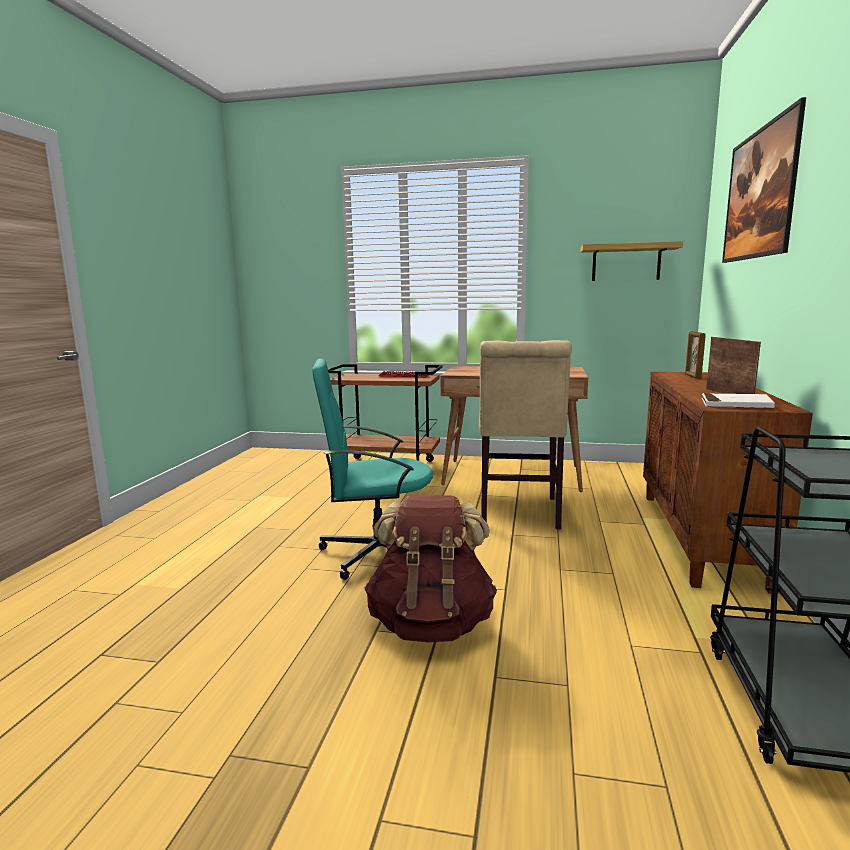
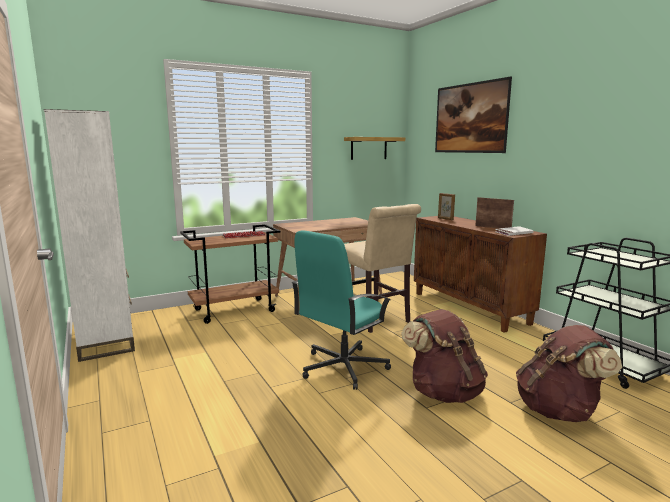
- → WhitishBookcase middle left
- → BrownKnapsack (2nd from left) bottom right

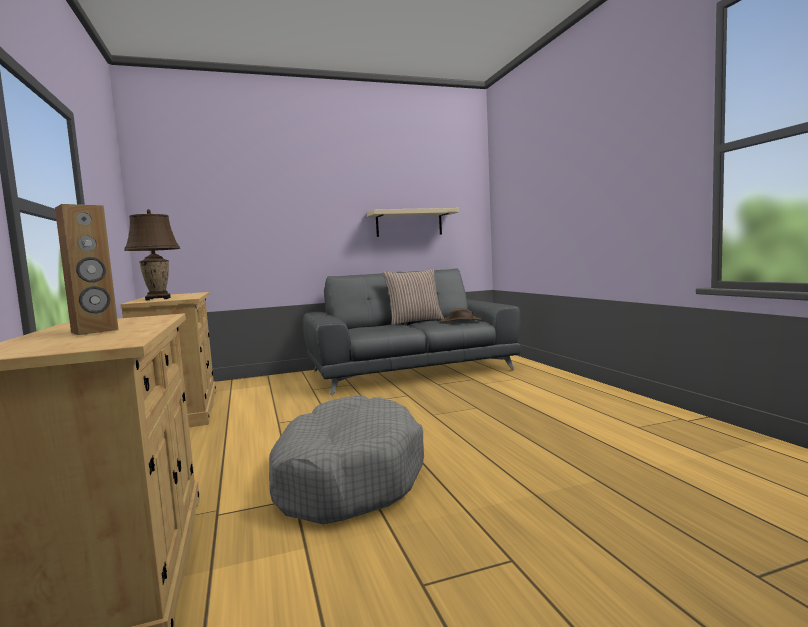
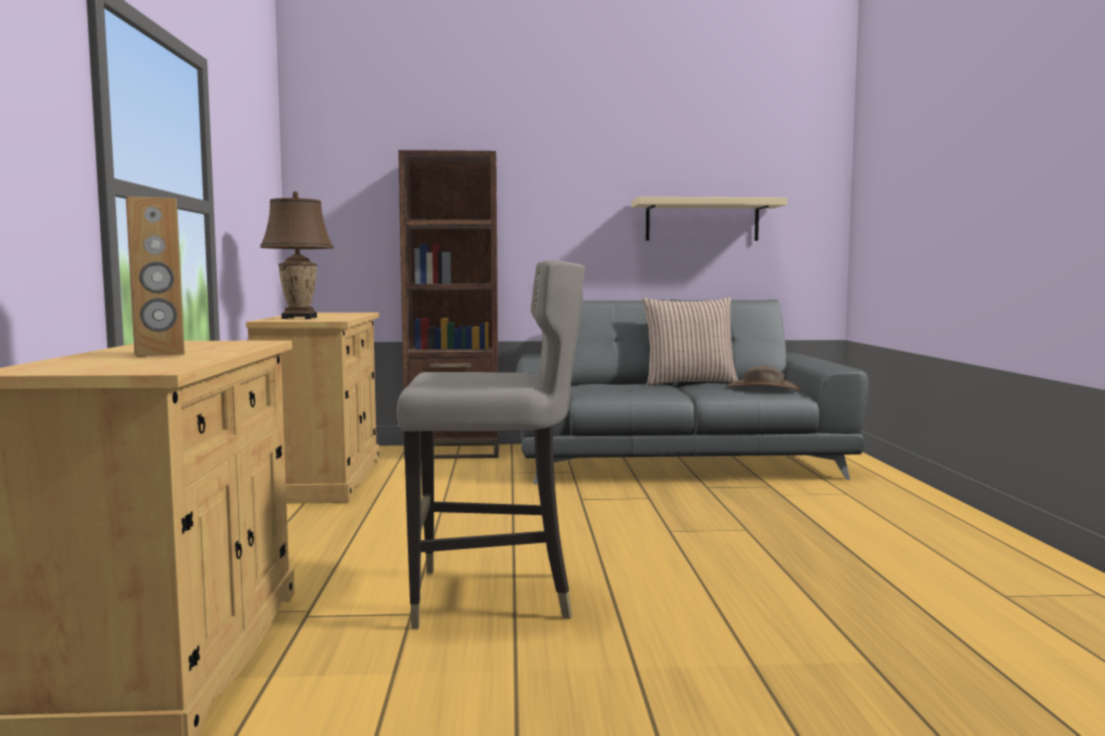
GrayDogBed bottom centre → GrayStool centre
- → BrownBookcase centre

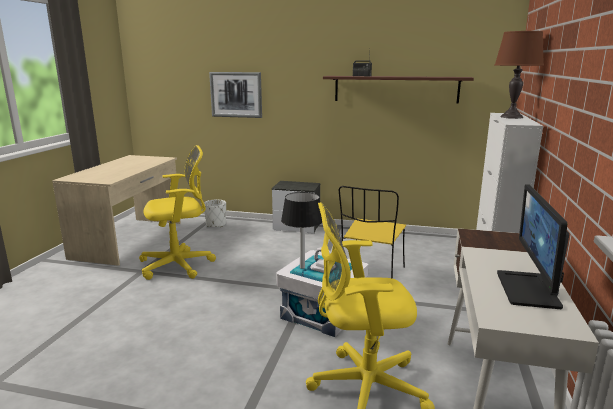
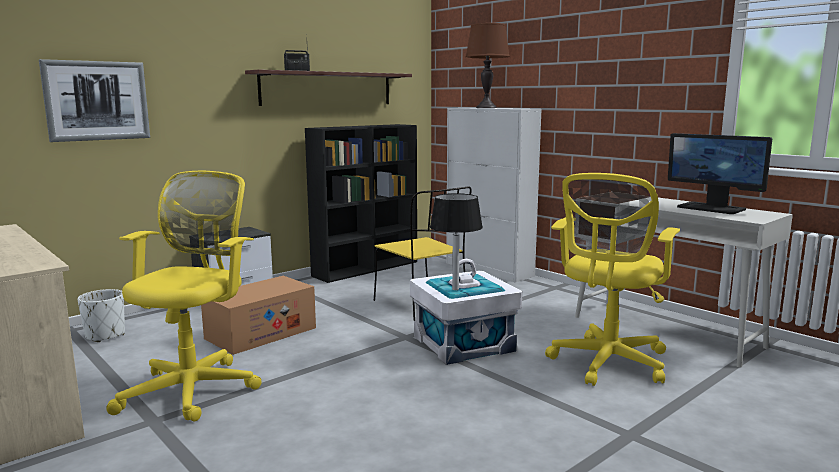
- → PackingBox bottom left
- → BlackishBookcase centre

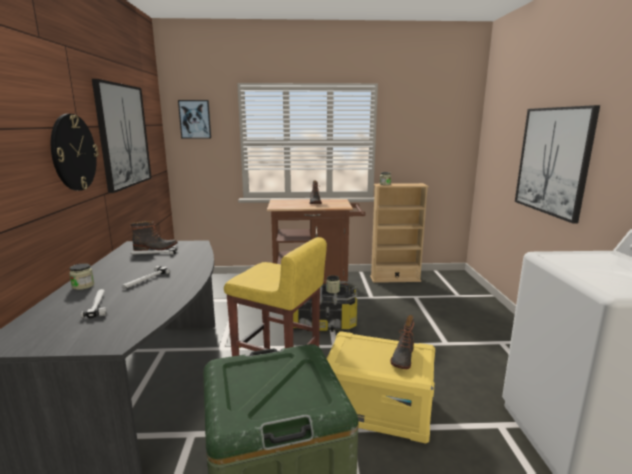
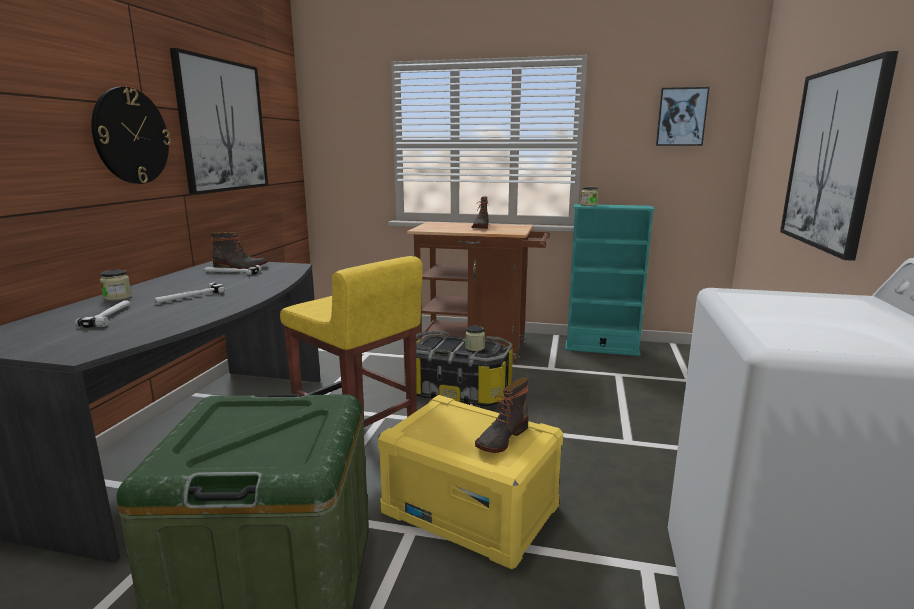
Picture (2nd from left) top left → Picture (2nd from left) top right, move
BeigeBookcase centre → BlueGreenBookcase middle right

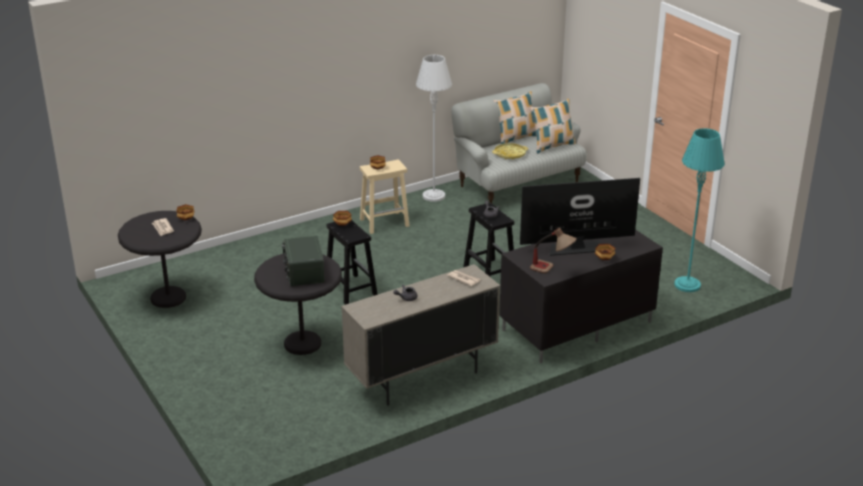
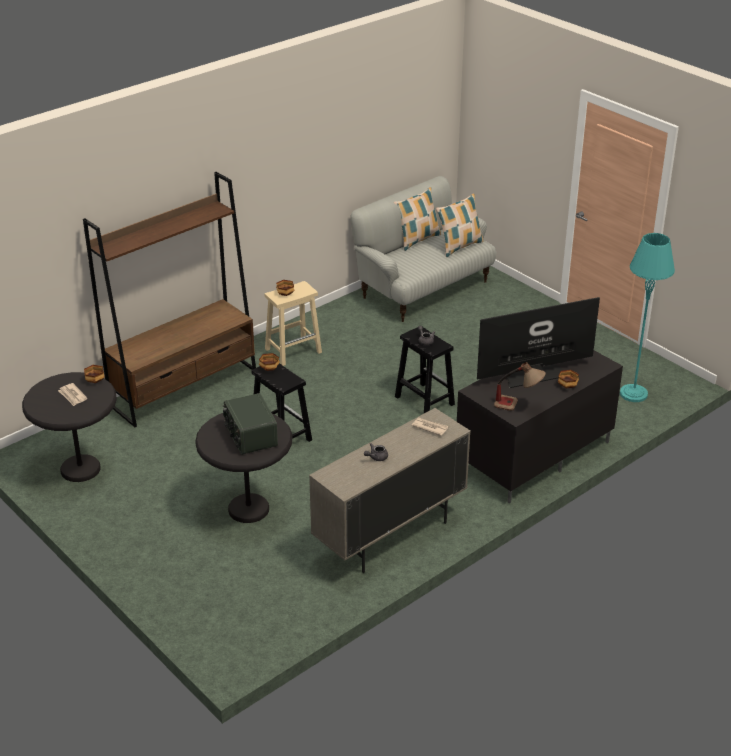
GrayStandardLamp top centre → -
YellowTray top centre → -
- → BrownBookcase middle left

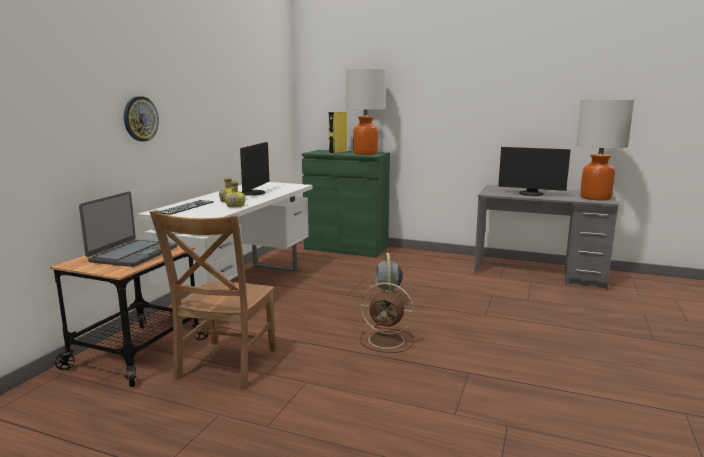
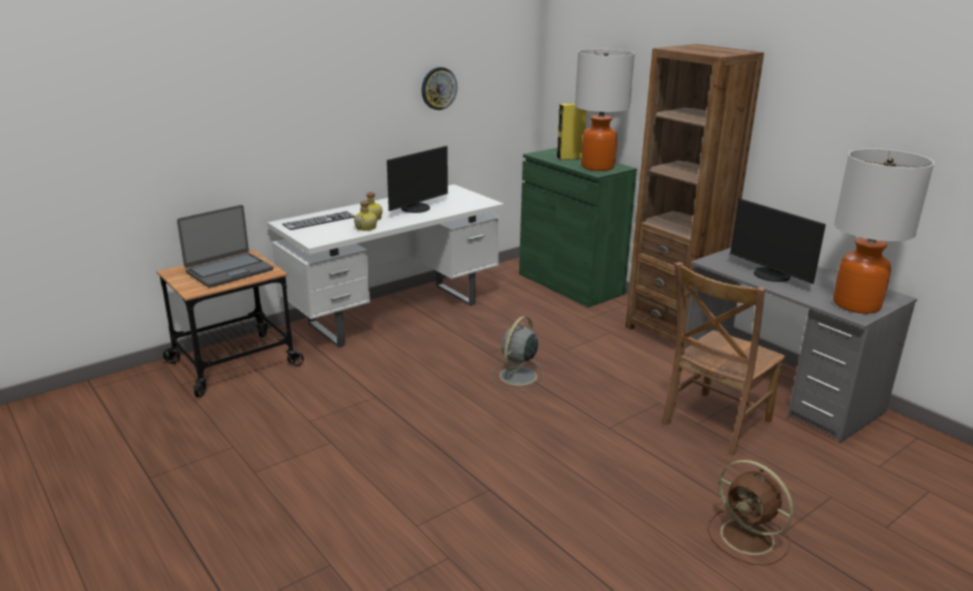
ClockOnTheWall top left → ClockOnTheWall top centre, move
BrownChair middle left → BrownChair middle right, move
BrownCoolingFan bottom centre → BrownCoolingFan bottom right, move
- → BrownBookcase top right

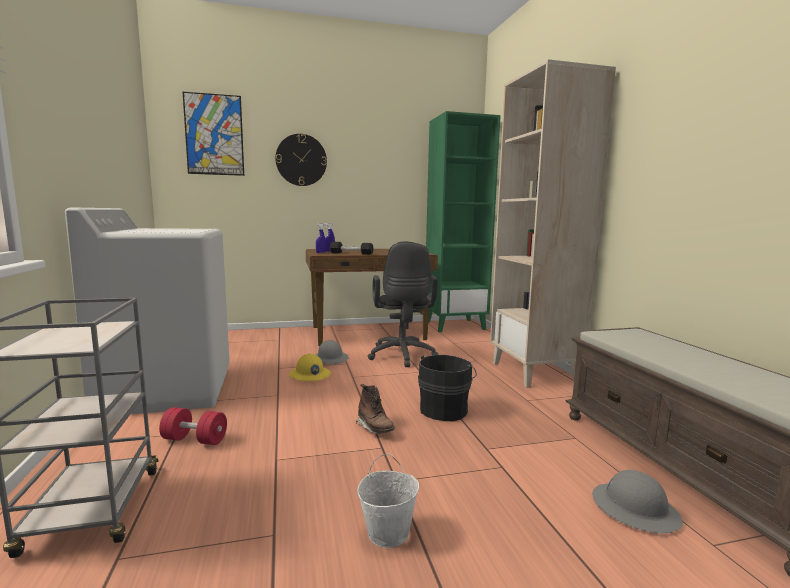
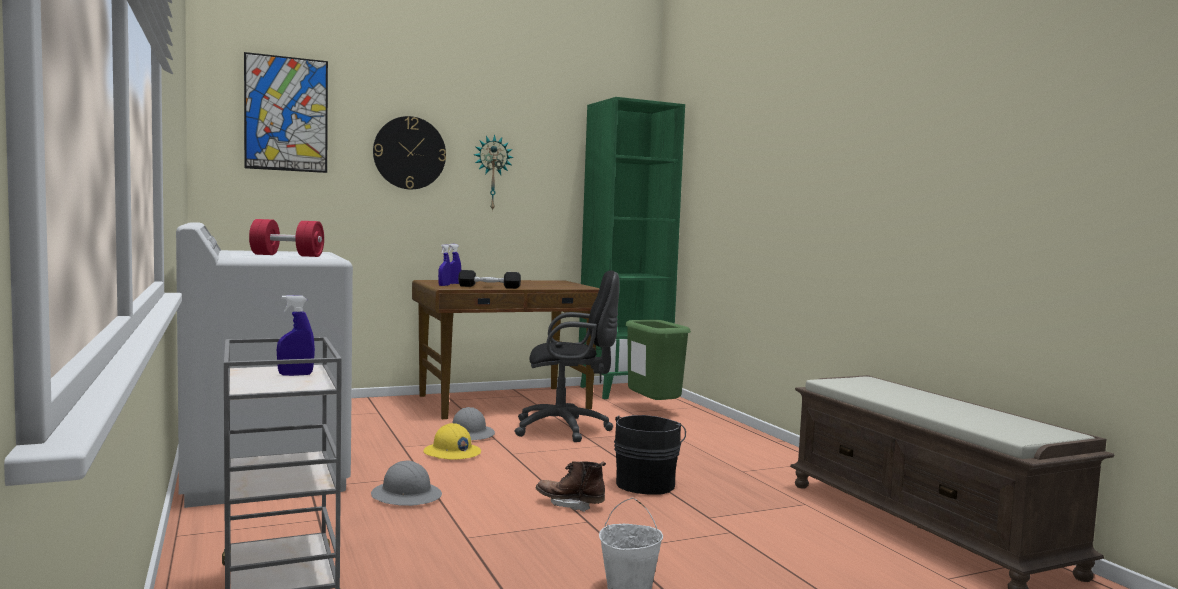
ReddishHandWeight bottom left → ReddishHandWeight middle left, move
BrownBoot bottom centre, 150 degrees clockwise
BlackishOfficeChair centre, 75 degrees counterclockwise
BeigeBookcase middle right → -
GraySafetyHelmet (2nd from left in the first image) bottom right → GraySafetyHelmet (1st from left) bottom centre, move
- → BlueSprayBottle (1st from left) middle left
- → ClockOnTheWall (2nd from left) top centre
- → GreenishWasteBin centre

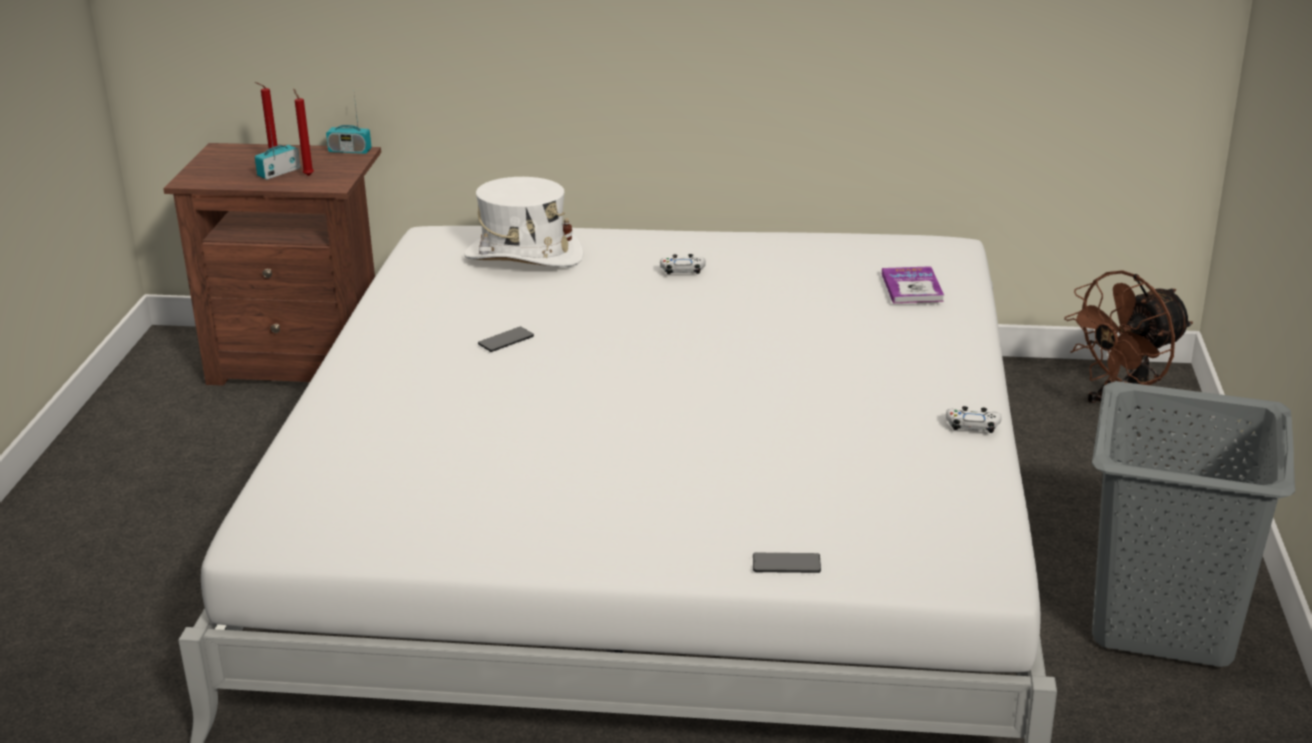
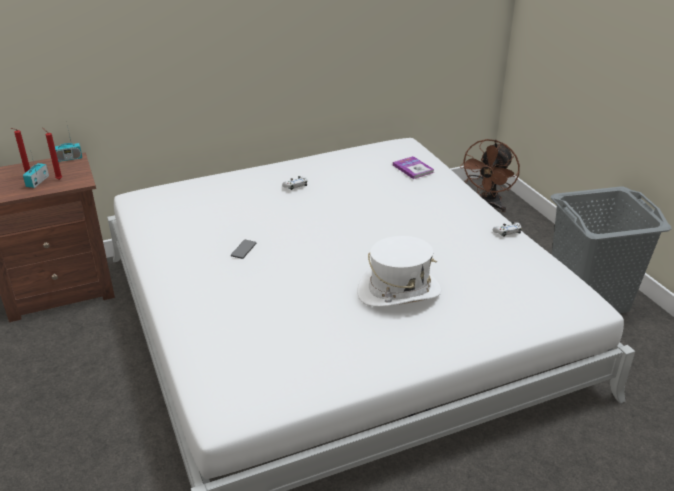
WhitishWearableHat top centre → WhitishWearableHat centre, move
Handset (2nd from left) bottom centre → -

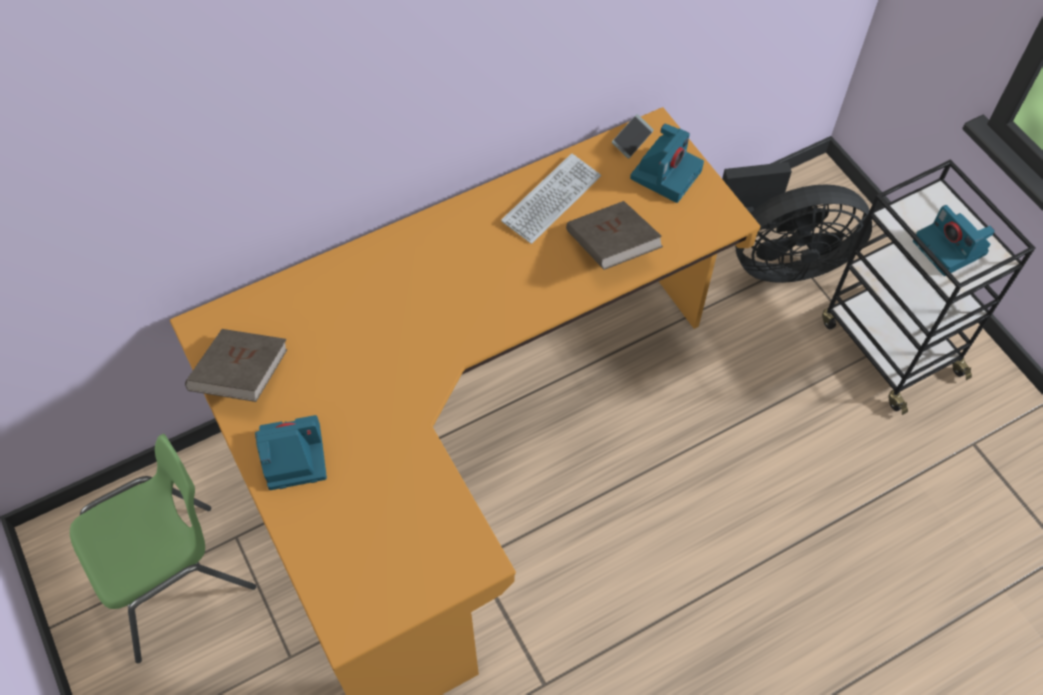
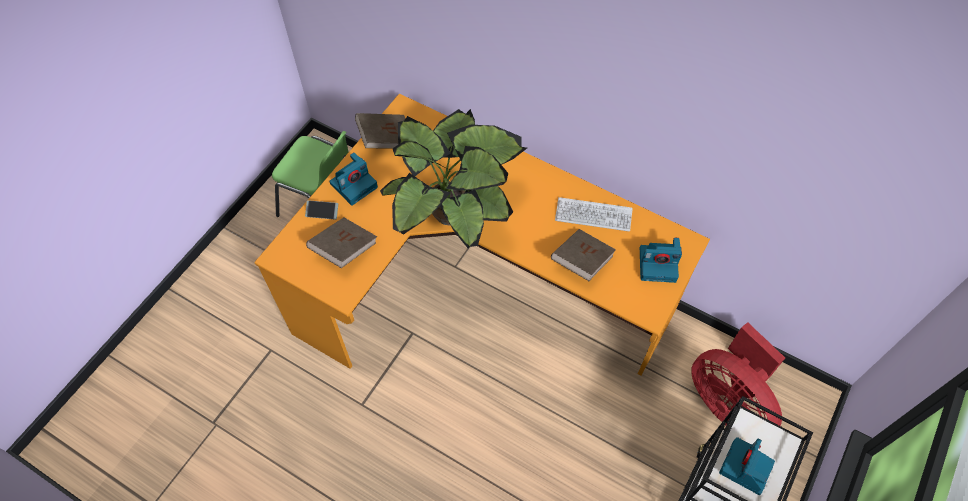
StillCamera (1st from left) middle left → StillCamera (1st from left) centre, 90 degrees clockwise
Handset top centre → Handset middle left, move
BlackishCoolingFan top right → ReddishCoolingFan bottom right
- → BrownBook (1st from left) centre
- → PlantInAPot centre

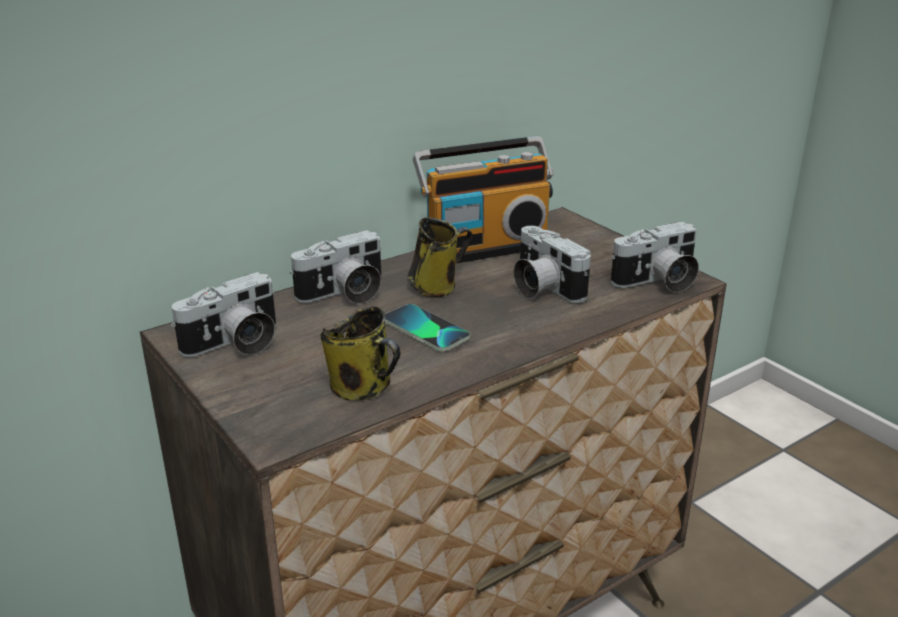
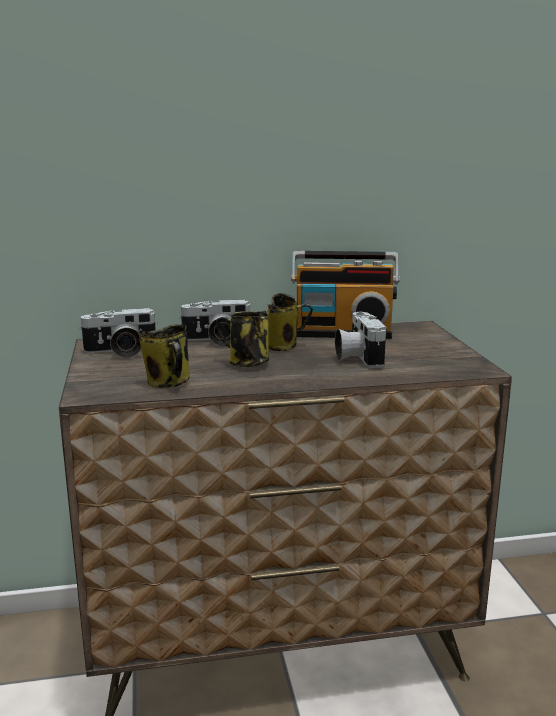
Handset centre → TeaMug (2nd from left) centre
StillCamera (4th from left) middle right → -

